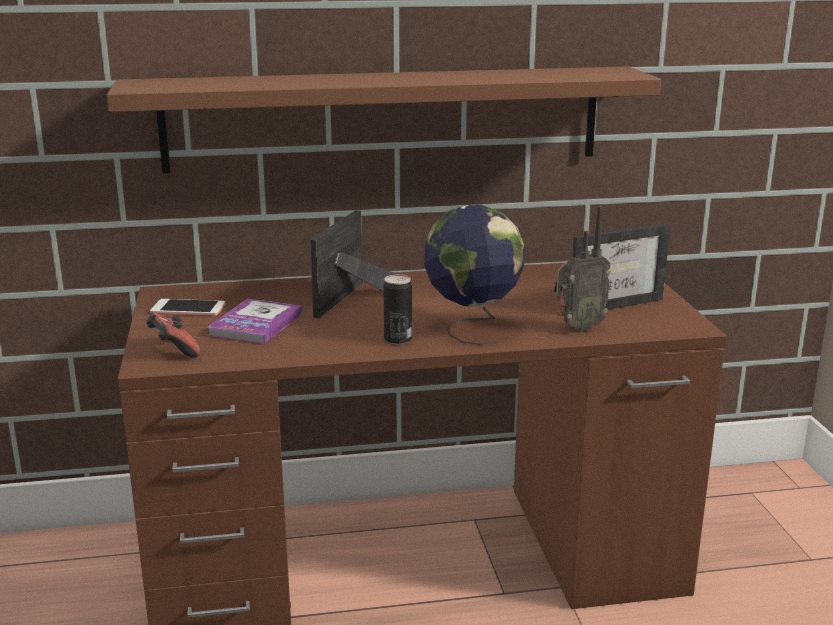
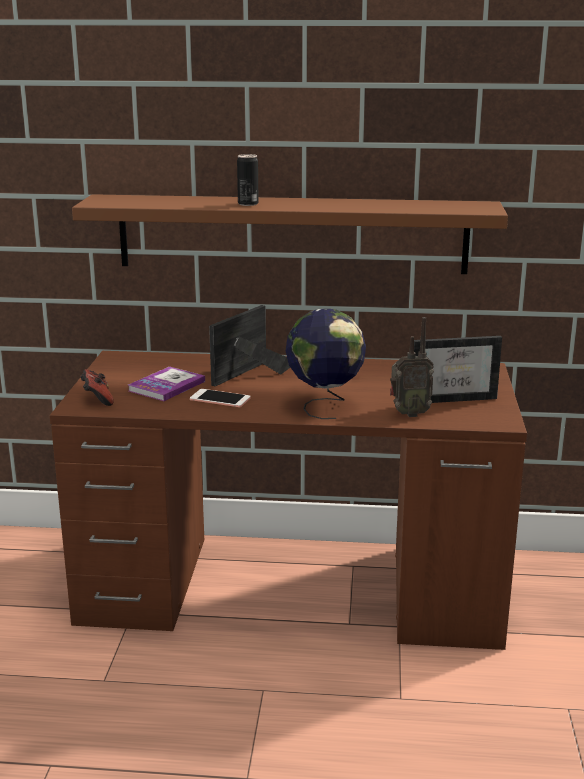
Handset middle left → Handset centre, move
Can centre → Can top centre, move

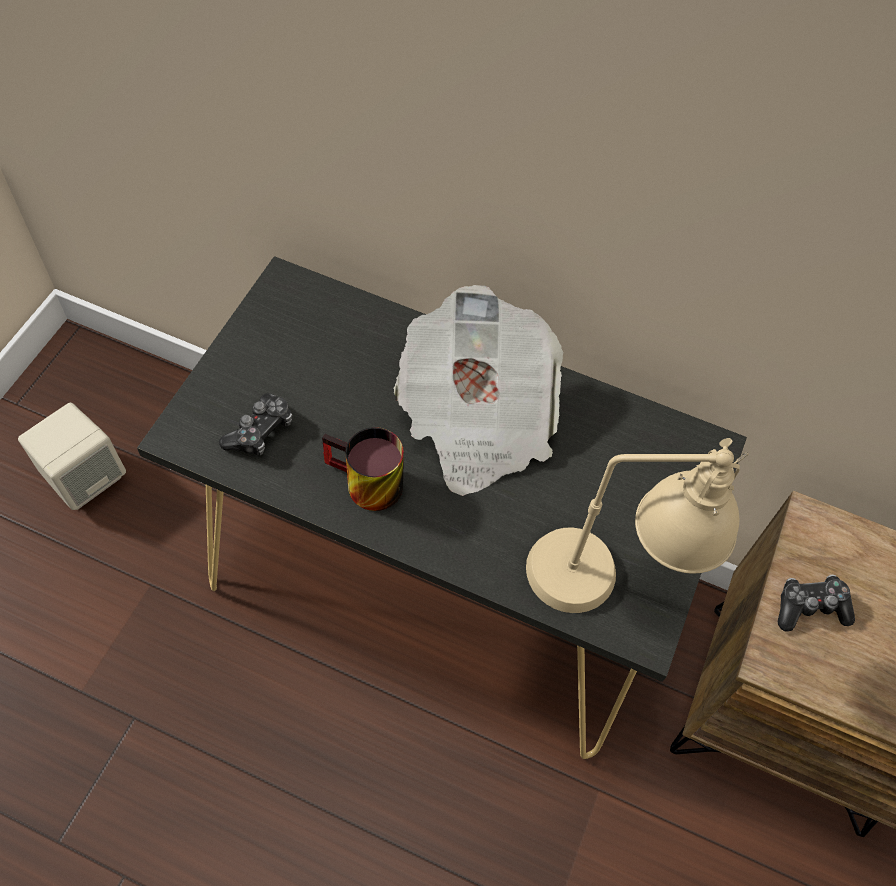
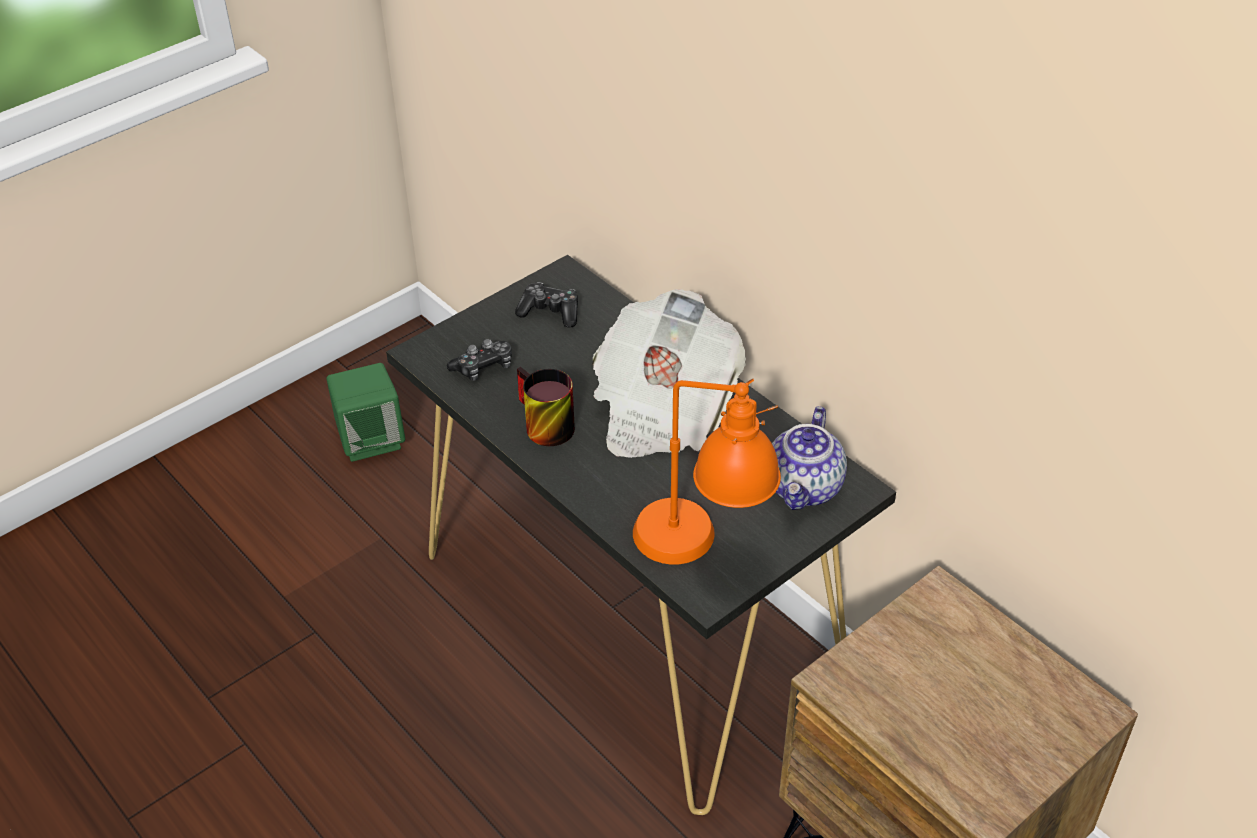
BeigeLoudspeaker middle left → GreenishLoudspeaker middle left
BeigeLampForATable middle right → OrangeLampForATable centre
GameController (2nd from left) bottom right → GameController (2nd from left) centre, move
- → Teapot centre

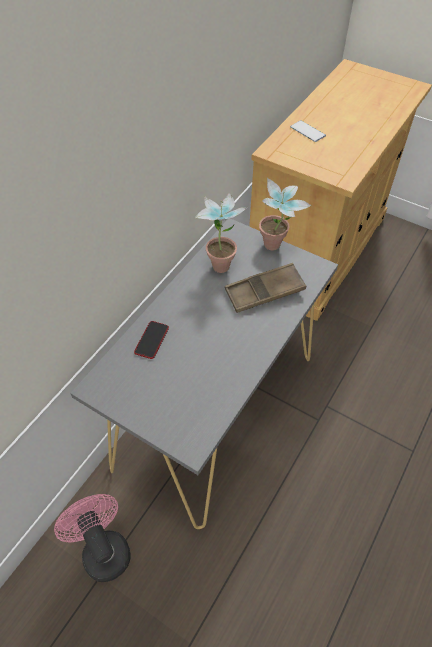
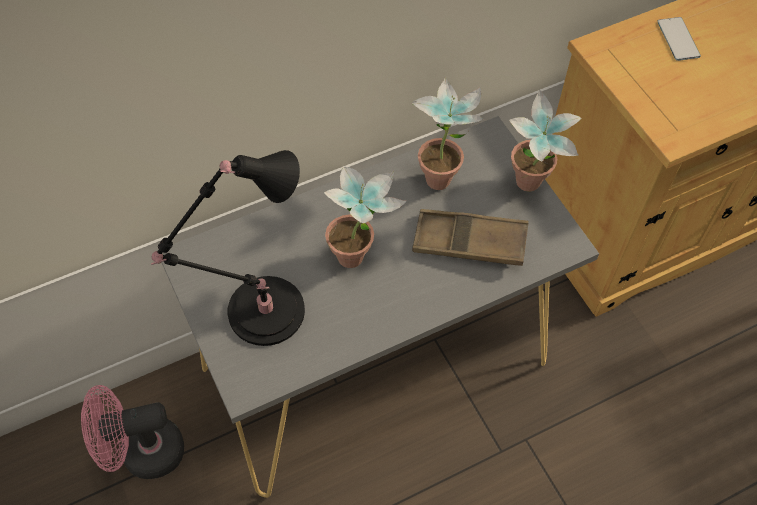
PinkCoolingFan bottom left, 105 degrees counterclockwise
Handset (1st from left) centre → -
- → BlackishLampForATable middle left
- → PlantInAPot (1st from left) centre

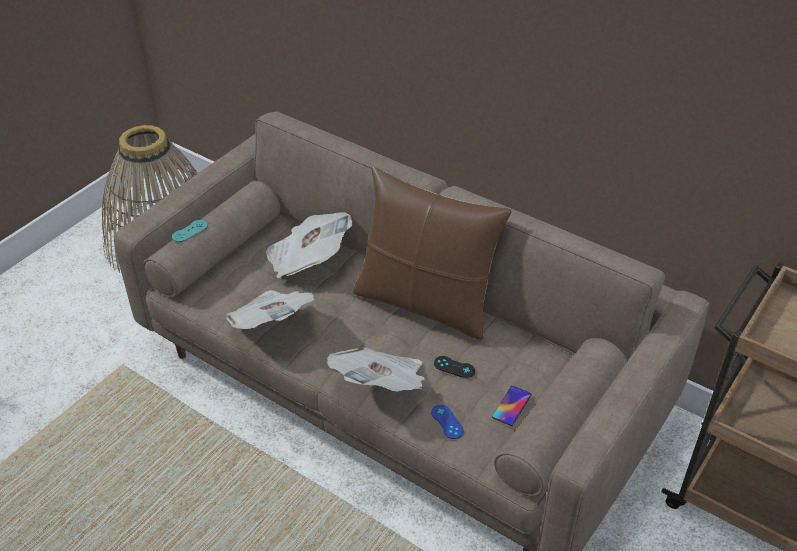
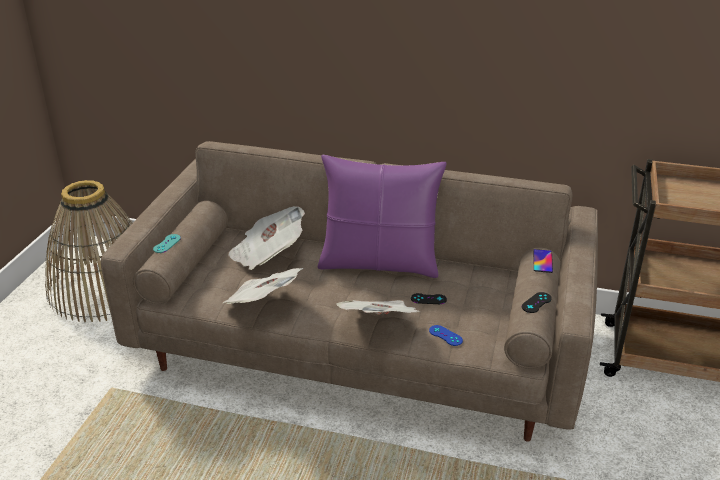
BrownThrowPillow centre → PurpleColouredThrowPillow centre
Handset bottom centre → Handset middle right, move
- → BlackishGameController (2nd from left) middle right

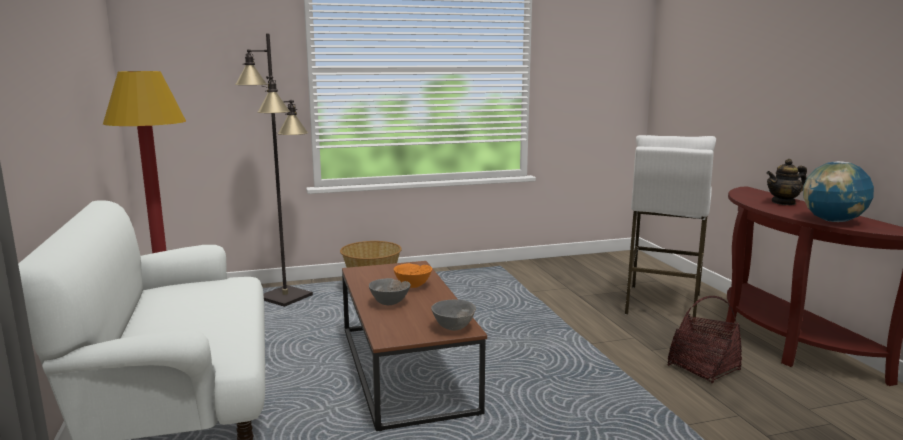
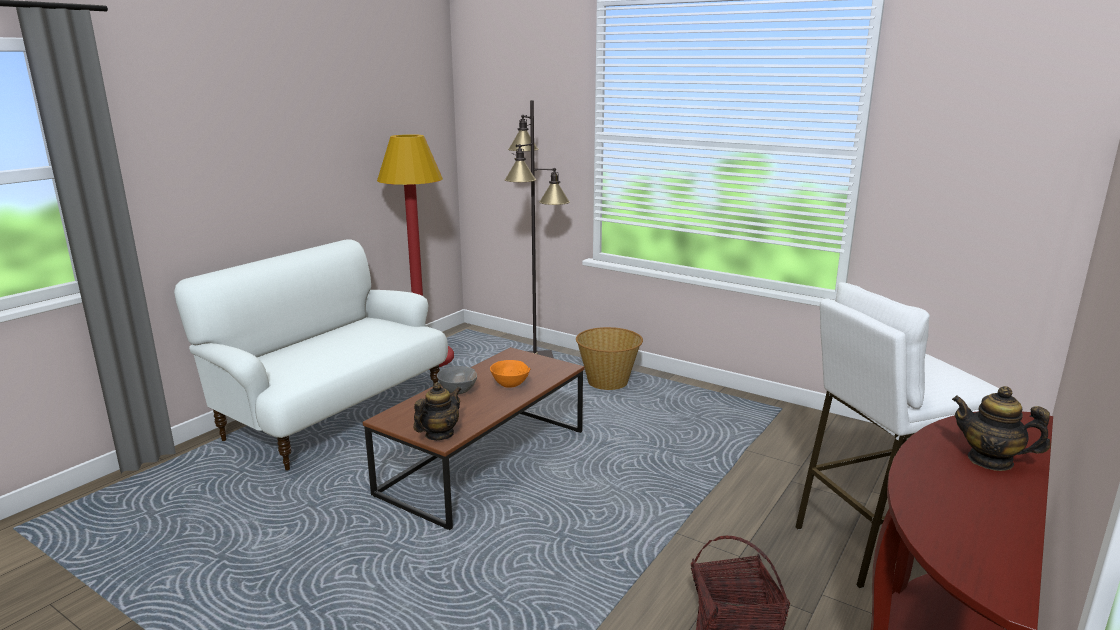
GrayBowl (2nd from left) bottom centre → Teapot (1st from left) centre
DeskGlobe middle right → -

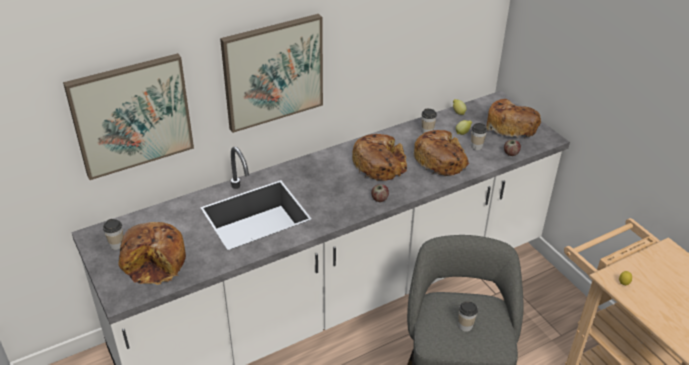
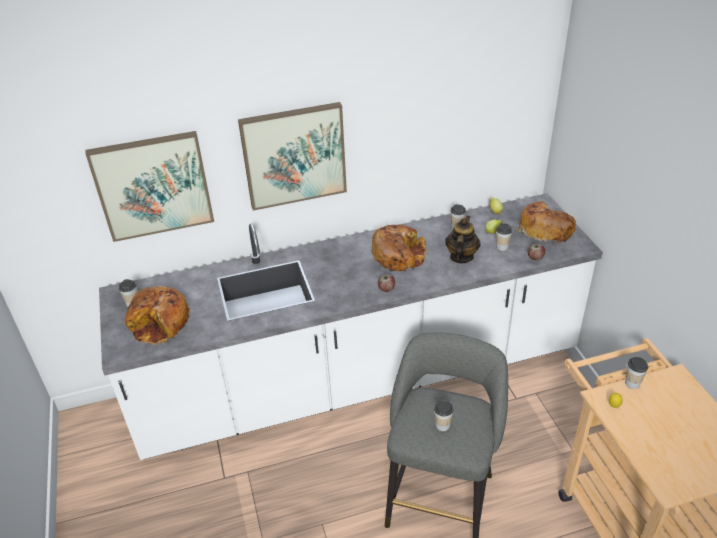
Bread (3rd from left) centre → Teapot centre
- → Cup (5th from left) bottom right

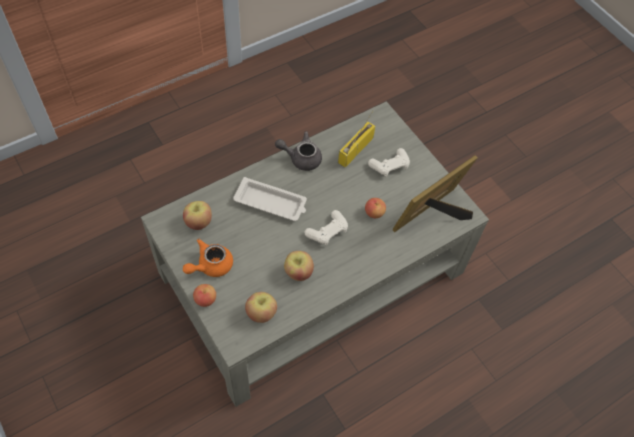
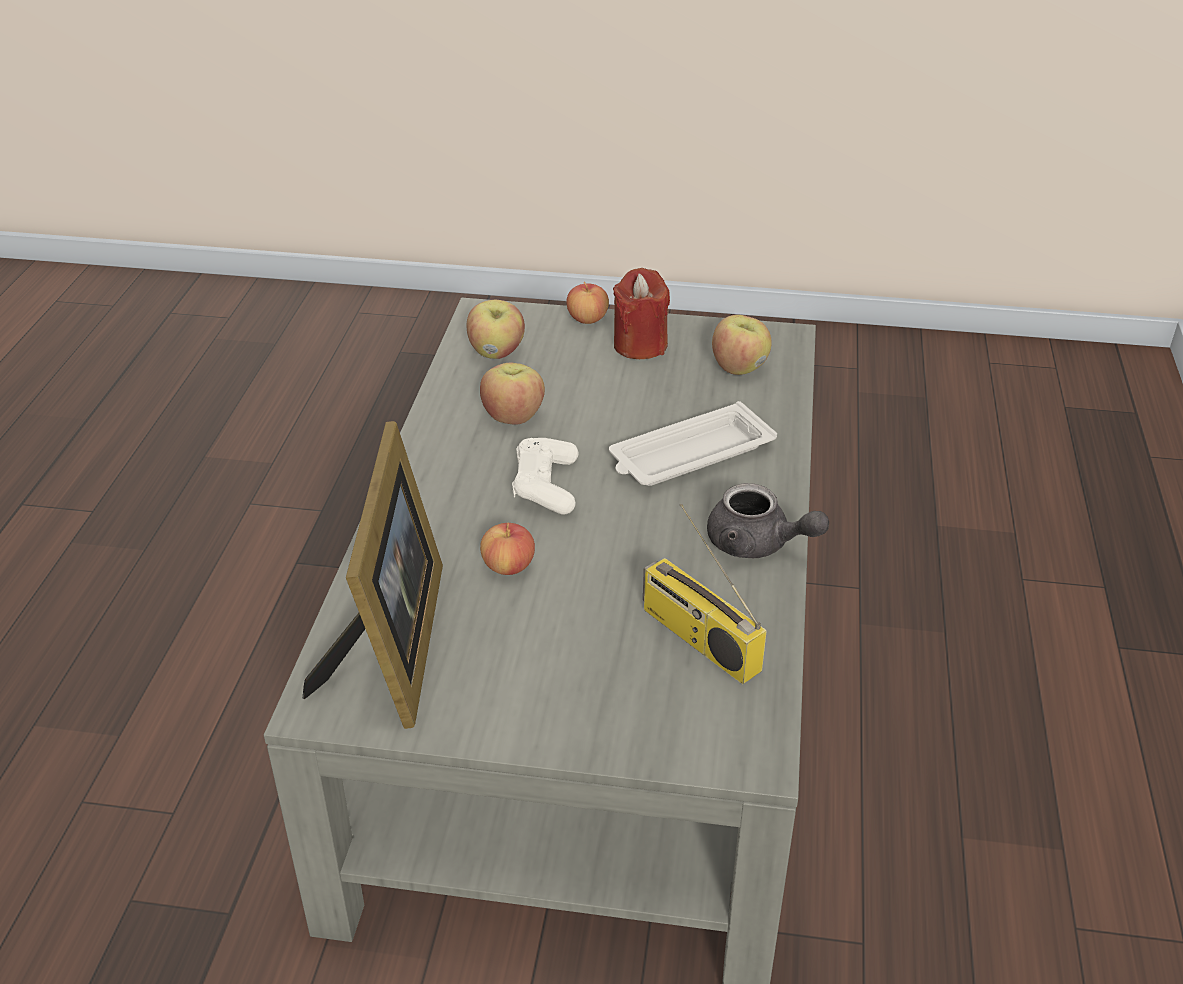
OrangeTeapot middle left → ReddishWaxLight top centre
GrayTeapot centre, 75 degrees clockwise
Radio top centre → Radio centre, 150 degrees clockwise
WhitishGameController (2nd from left) centre → -

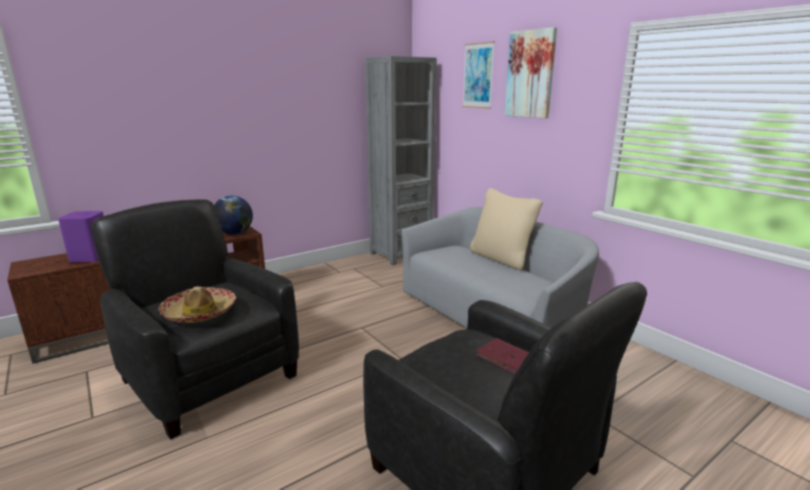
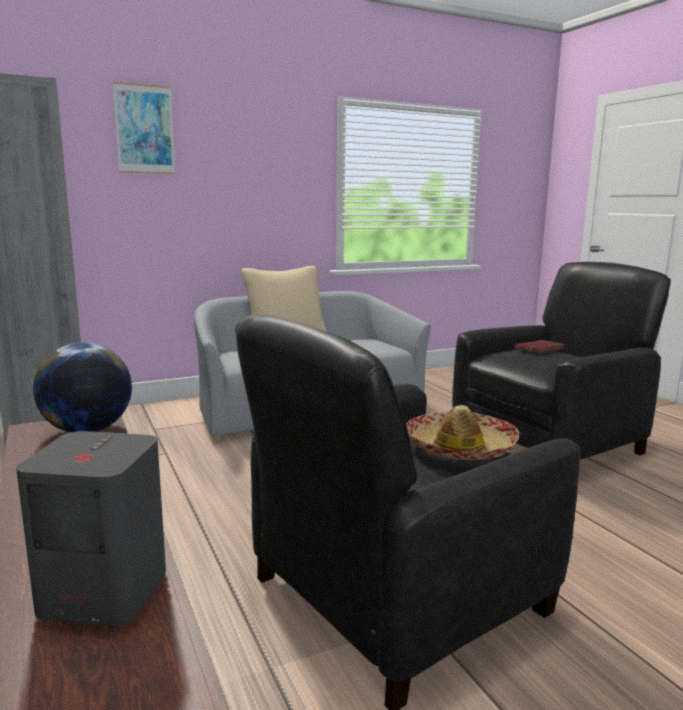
PurpleColouredLoudspeaker middle left → GrayLoudspeaker bottom left
Picture (2nd from left) top centre → -

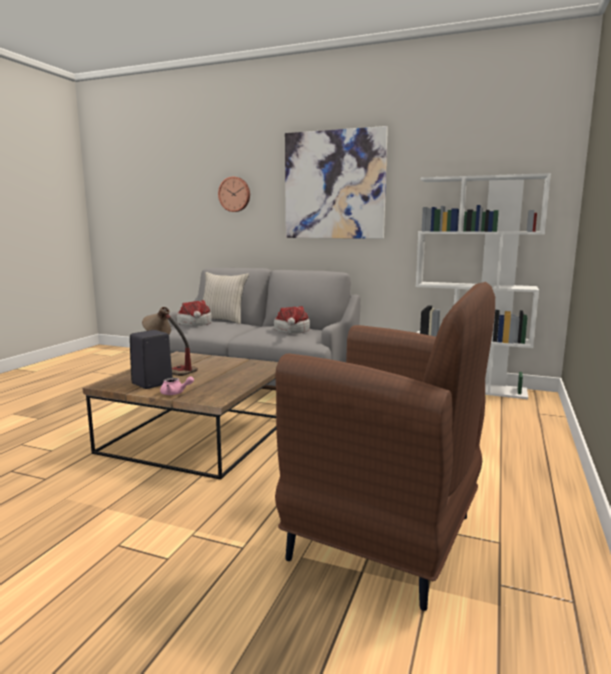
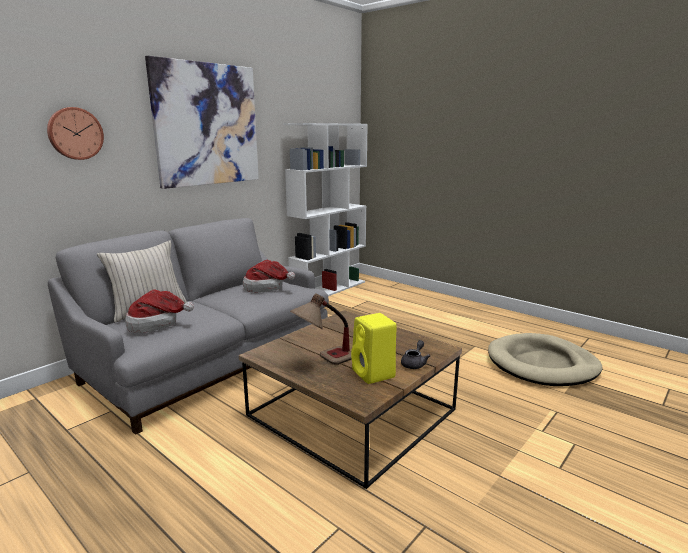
BlackishLoudspeaker middle left → YellowLoudspeaker centre
PinkTeapot middle left → GrayTeapot centre
BrownEasyChair centre → BeigeDogBed middle right

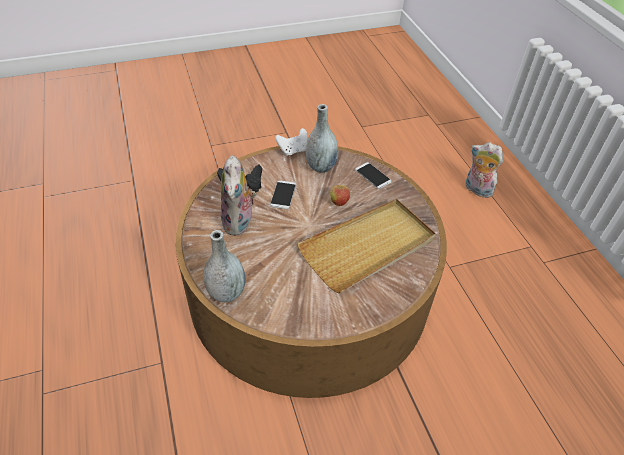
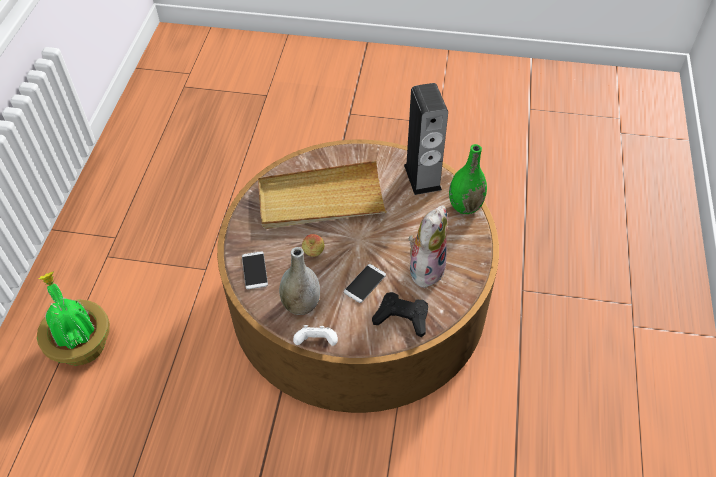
GrayVase (1st from left) centre → GreenishVase centre
SoftToy (2nd from left) middle right → PlantInAPot bottom left
- → Loudspeaker top centre

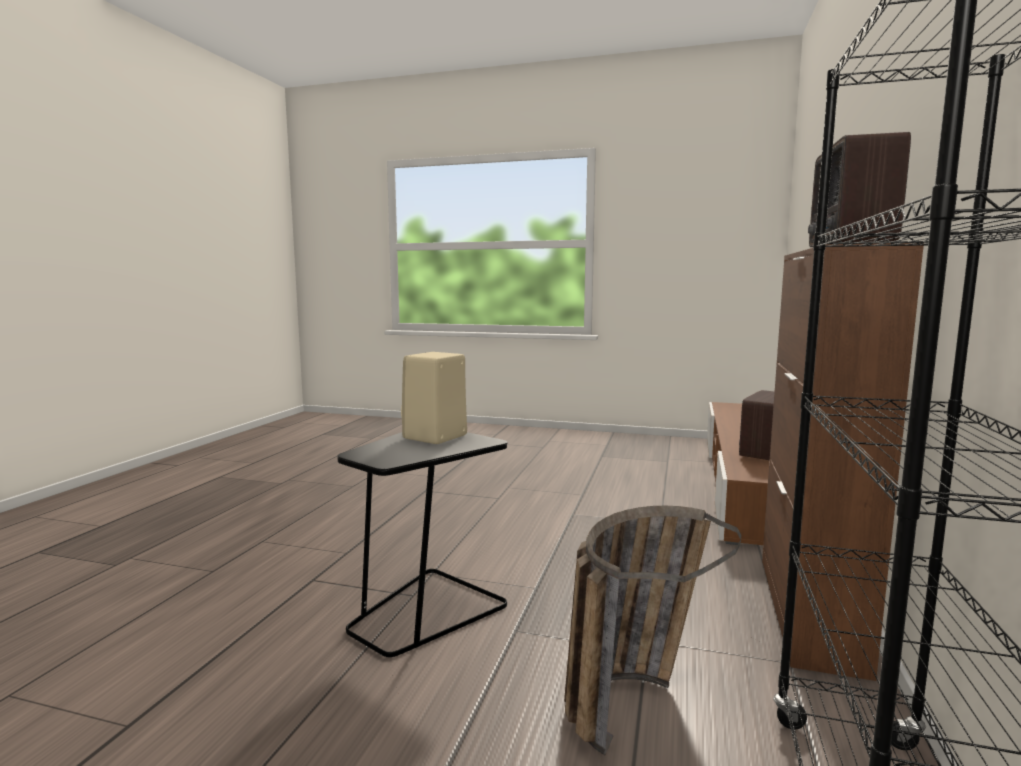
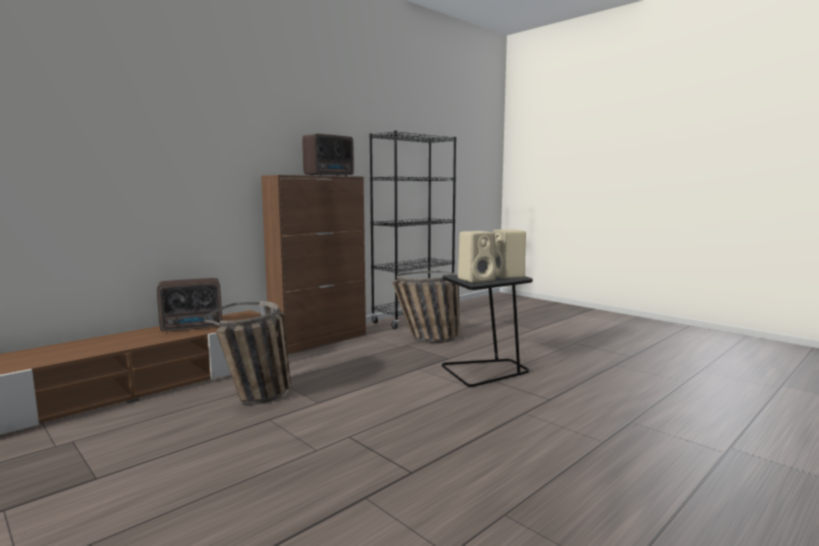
- → HouseholdBasket (1st from left) middle left
- → BeigeLoudspeaker (2nd from left) centre

